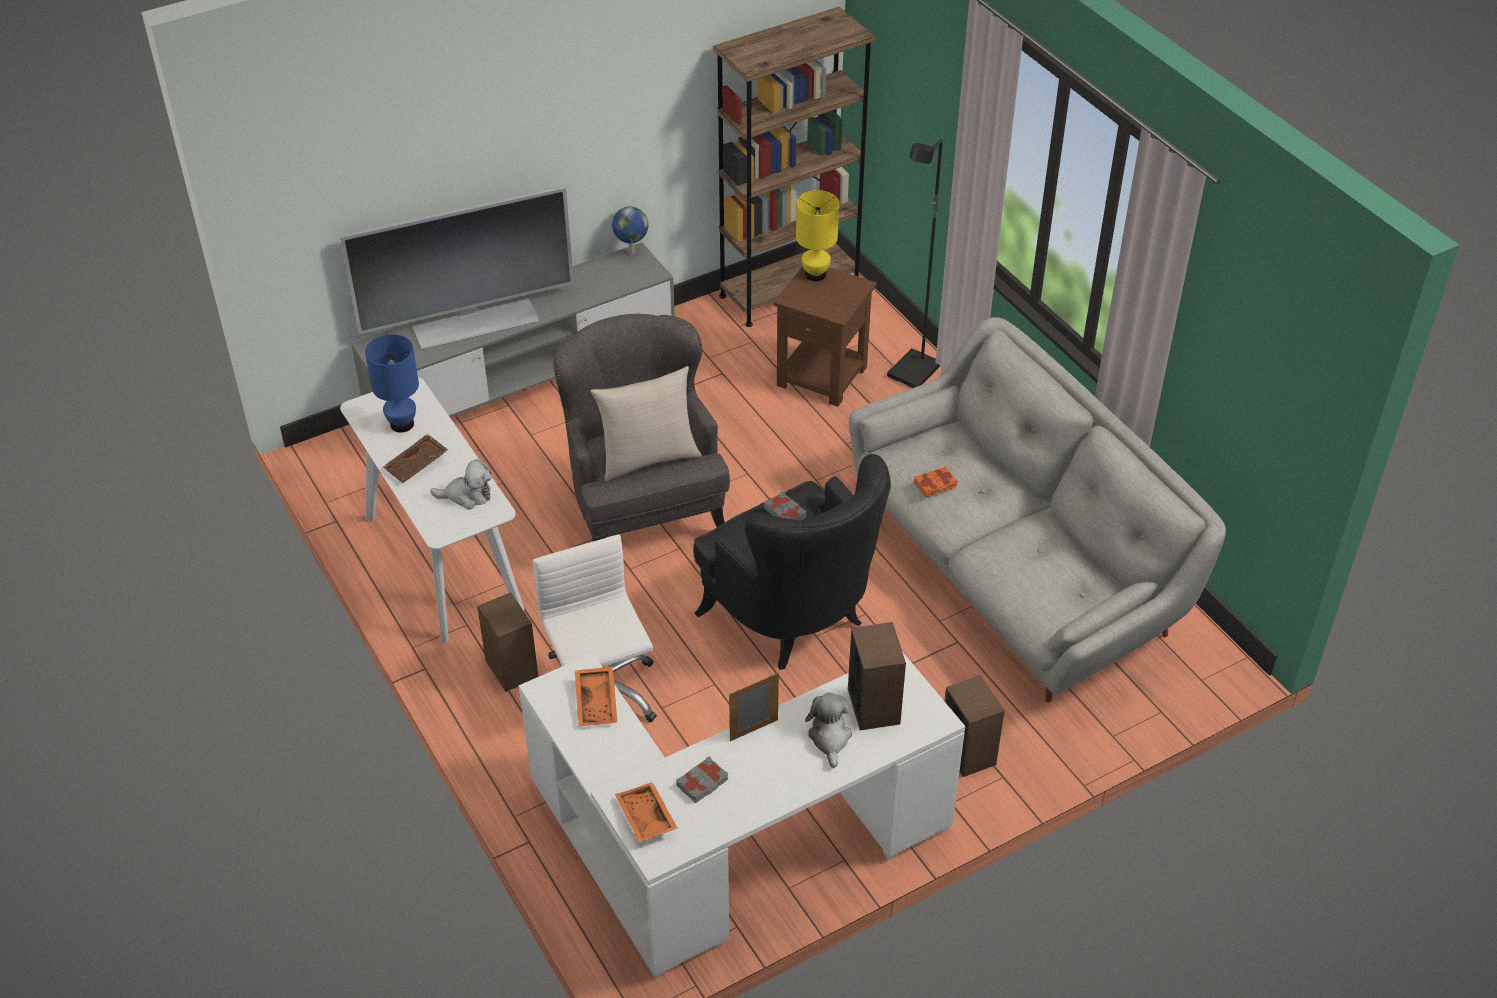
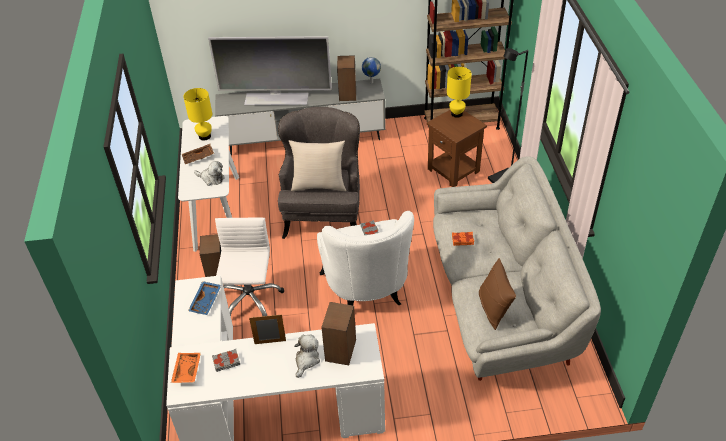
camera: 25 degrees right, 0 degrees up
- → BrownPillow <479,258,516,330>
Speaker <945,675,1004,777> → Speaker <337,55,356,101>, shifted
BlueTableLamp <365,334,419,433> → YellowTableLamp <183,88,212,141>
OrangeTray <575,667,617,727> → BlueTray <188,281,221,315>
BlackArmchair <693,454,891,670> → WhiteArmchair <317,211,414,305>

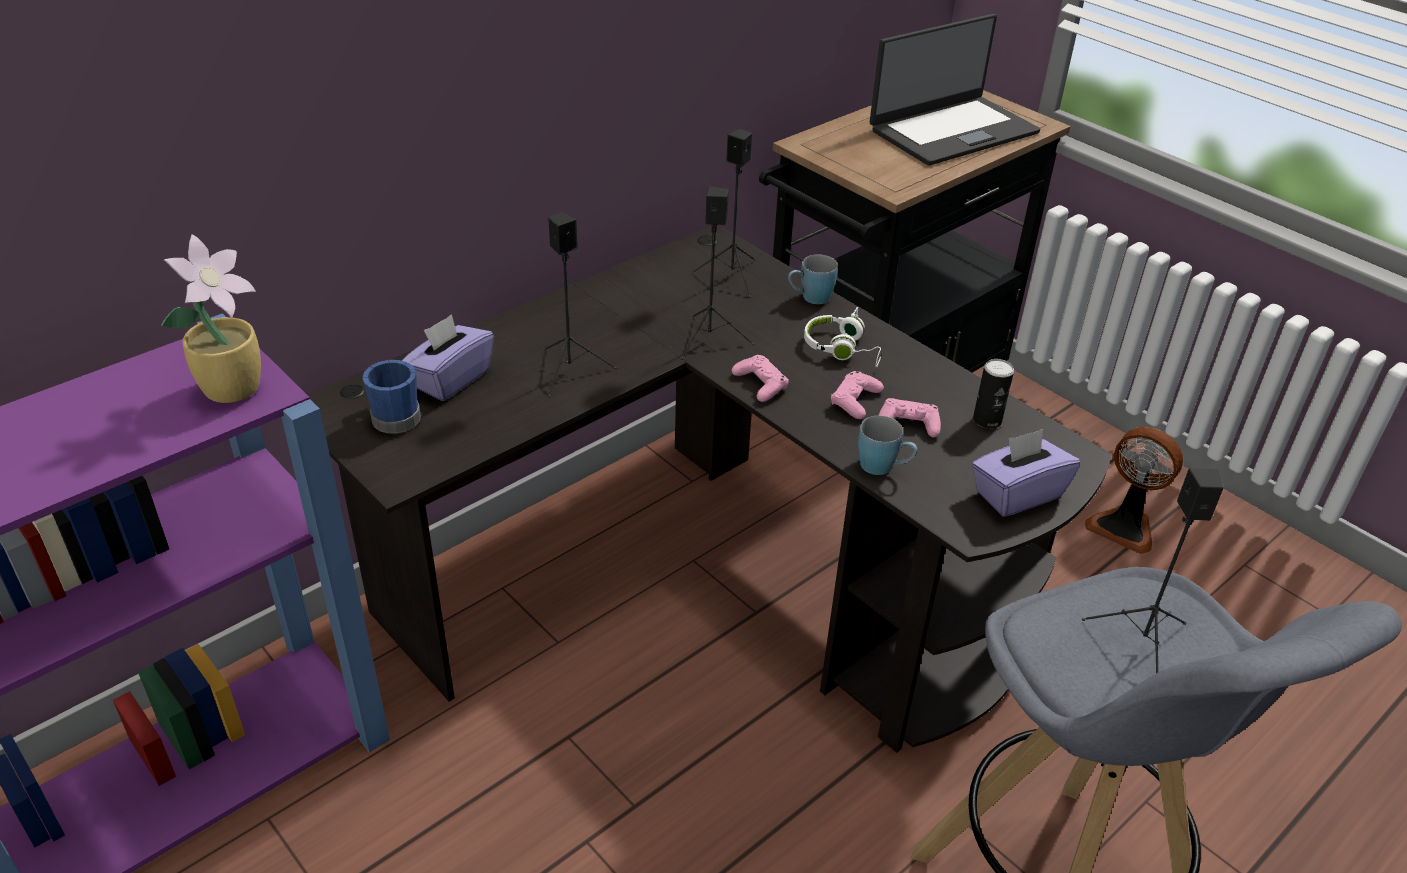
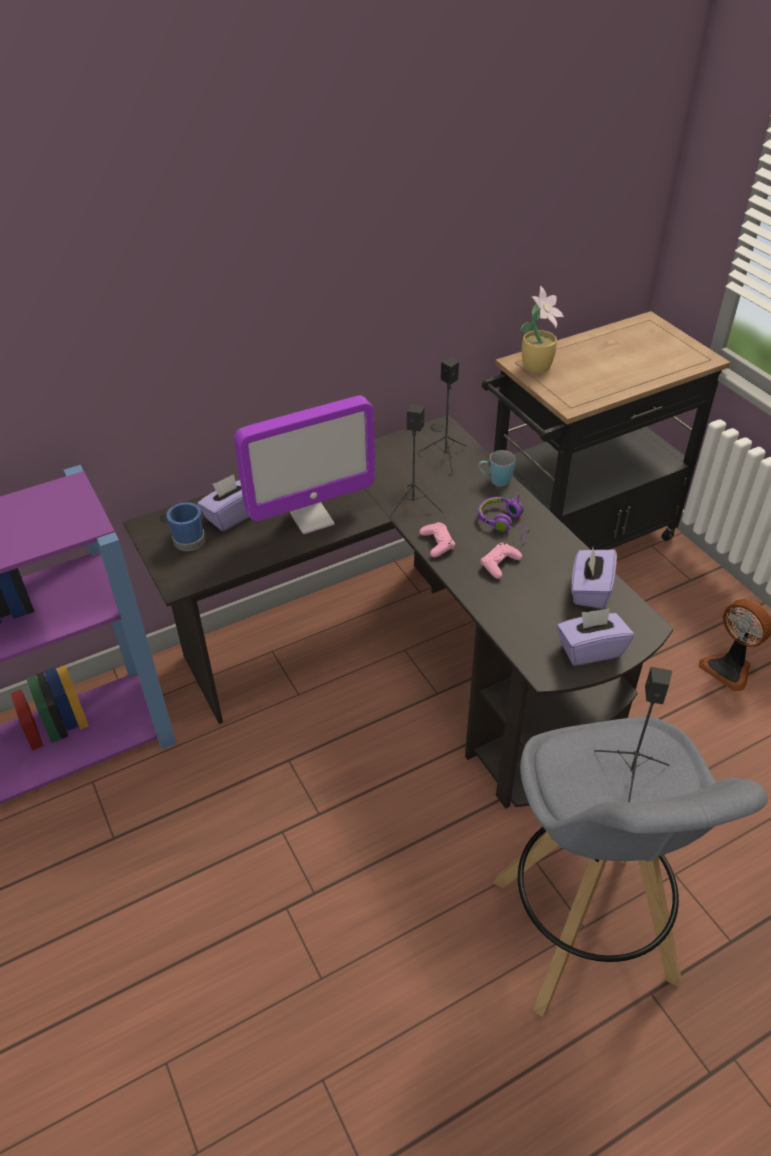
camera: 15 degrees right, 5 degrees up
BlueMug <858,416,918,475> → -
Laptop <870,14,1040,165> → -
PinkGameController <878,398,941,438> → -
PottedPlant <161,234,261,403> → PottedPlant <520,286,564,373>, shifted
BlackSpeaker <543,212,617,398> → Monitor <234,395,375,534>
Can <973,359,1014,429> → PurpleTissueBox <571,548,617,609>
WhiteHeadphones <804,307,883,367> → PurpleHeadphones <478,495,530,541>

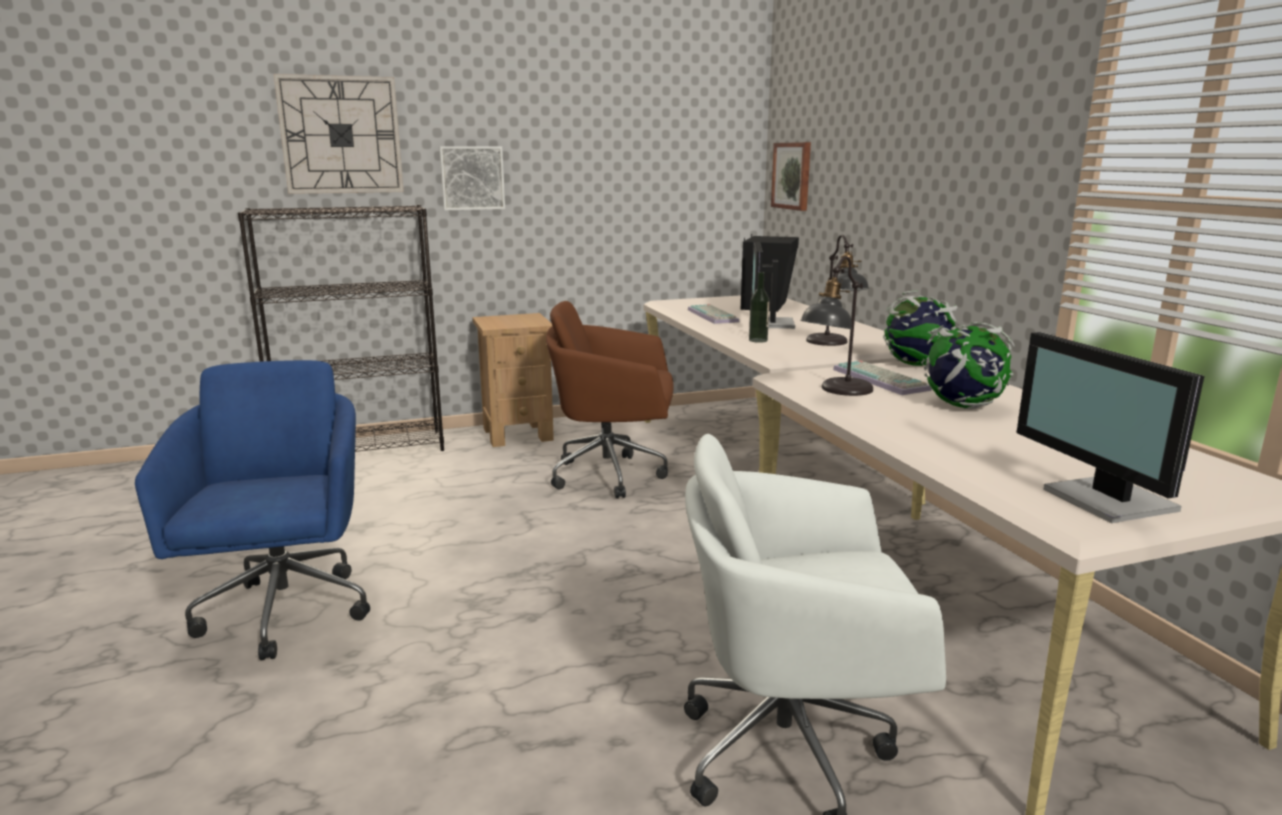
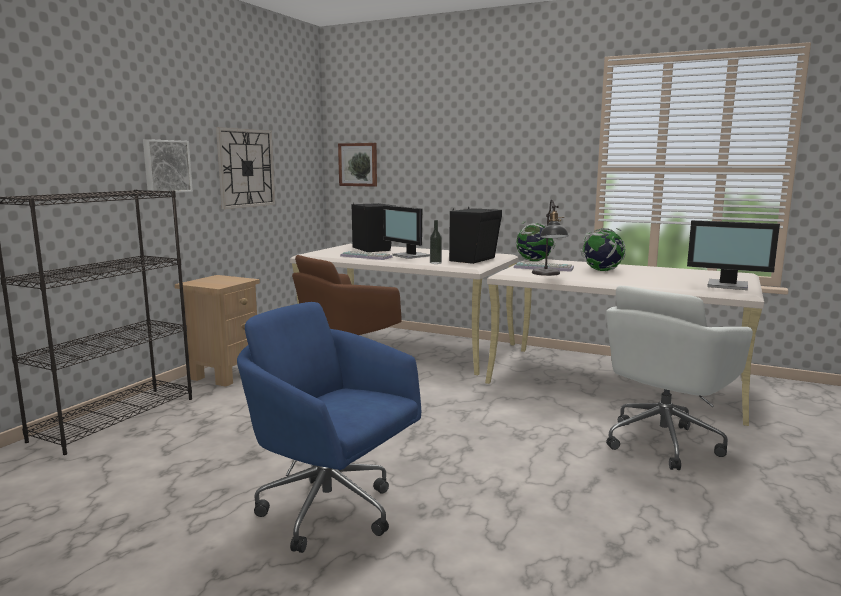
camera: 45 degrees left, 5 degrees down
WallClock <274,74,404,194> → WallClock <216,127,275,209>, shifted
GreyTableLamp <806,235,869,346> → BlackSpeaker <449,207,502,264>

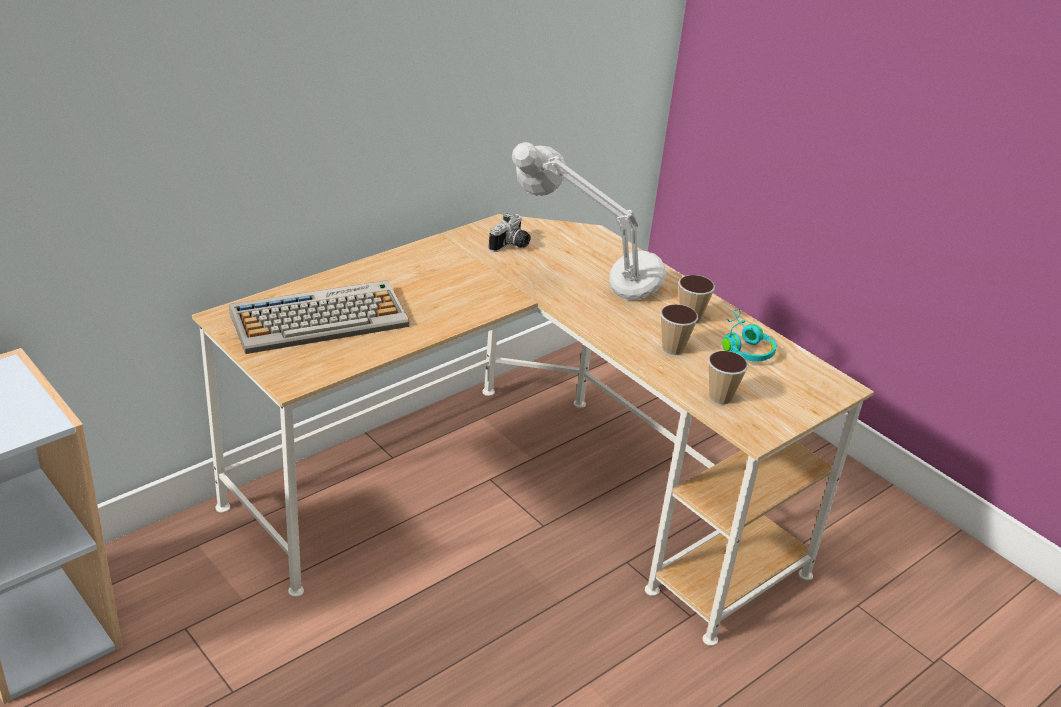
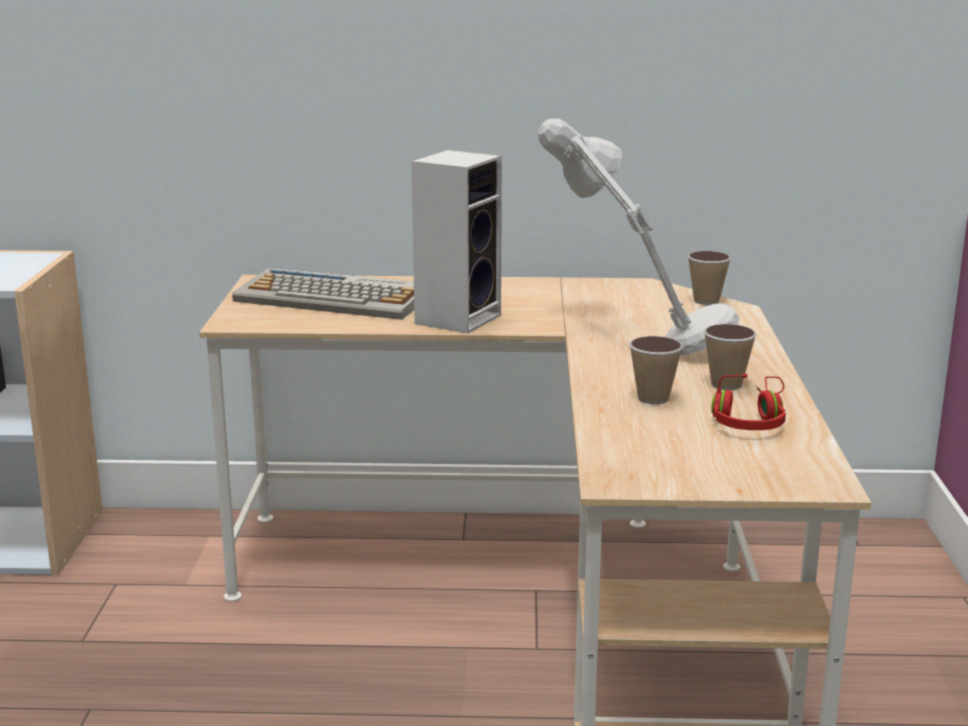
camera: 45 degrees right, 15 degrees down
PhotoCamera <489,213,531,252> → -
- → Speaker <411,150,502,334>
Cup <708,351,748,404> → Cup <688,251,731,305>, shifted
TurquoiseHeadphones <722,309,777,362> → RedHeadphones <711,373,786,430>

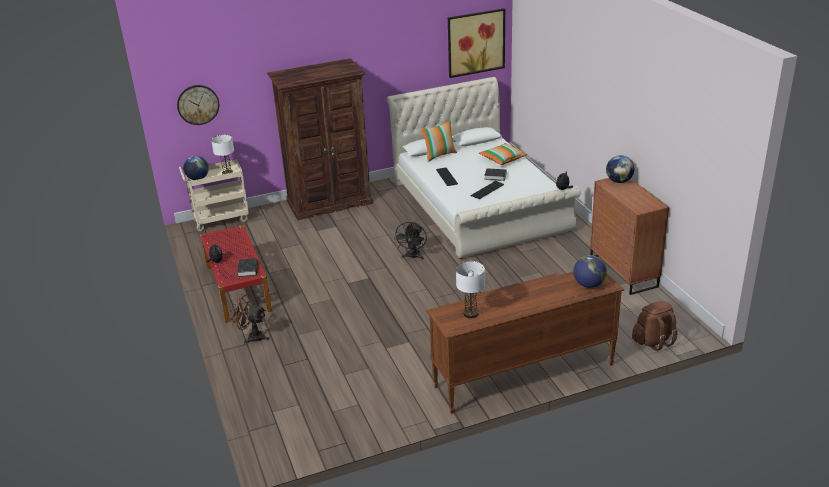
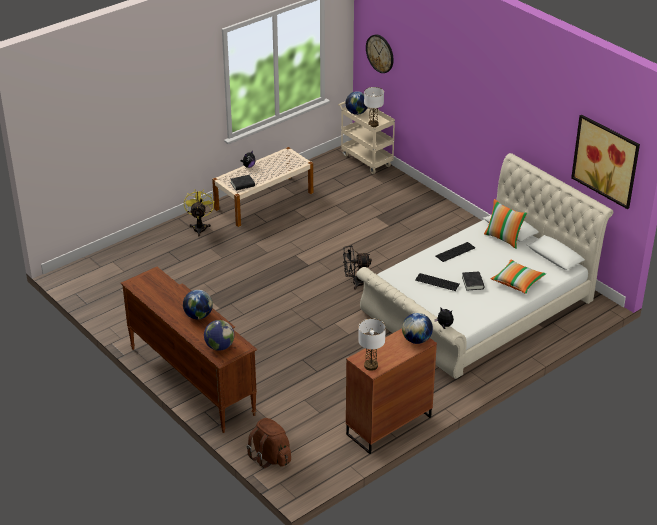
camera: 70 degrees right, 5 degrees up
BrownWardrobe <267,58,373,220> → -
- → Globe <183,290,213,319>
TableLamp <456,261,485,318> → TableLamp <358,318,386,371>, shifted
RedBench <200,225,272,323> → BeigeBench <212,147,313,227>
BrownFan <229,294,269,344> → YellowFan <184,189,214,236>

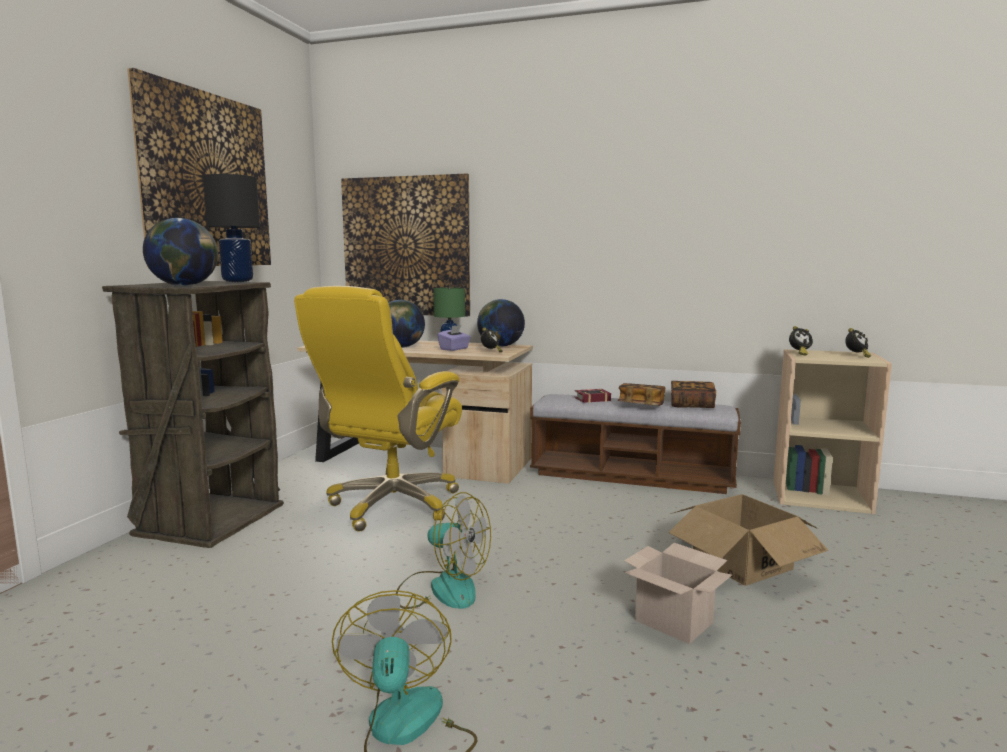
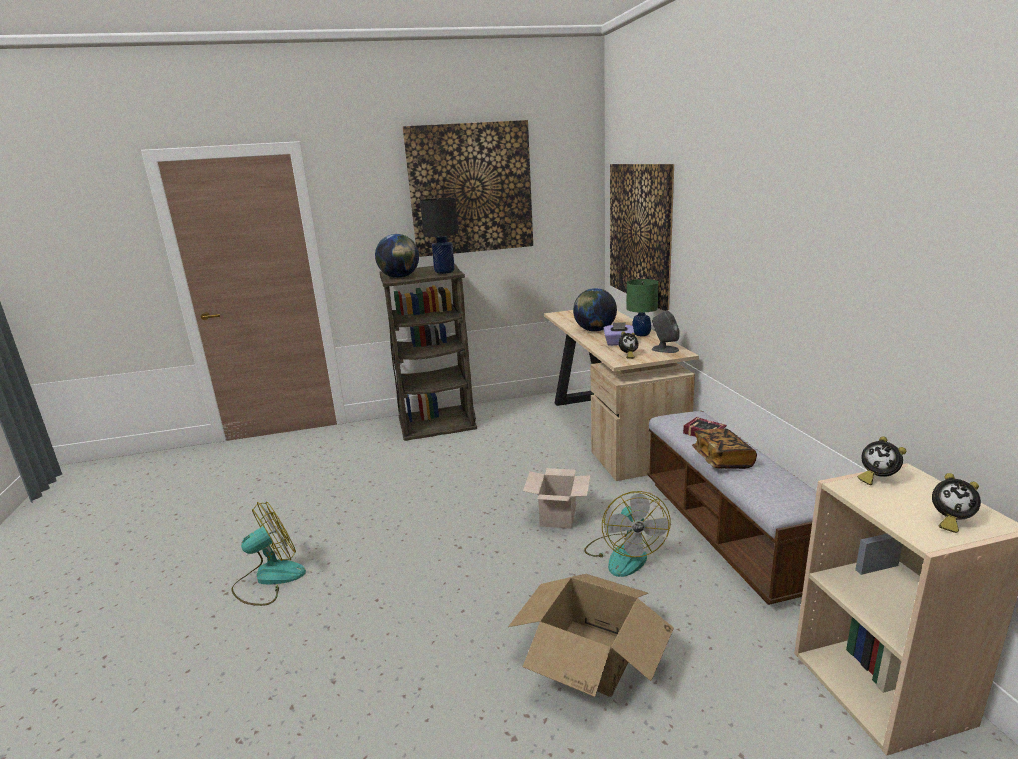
camera: 60 degrees right, 10 degrees up
YellowOfficeChair <294,286,462,532> → -
Book <671,381,716,408> → -
Fan <396,492,491,609> → Fan <584,491,670,577>, shifted
CardboardBox <624,543,732,644> → CardboardBox <523,468,590,529>, shifted
Globe <477,299,525,347> → GreySpeaker <652,310,680,353>

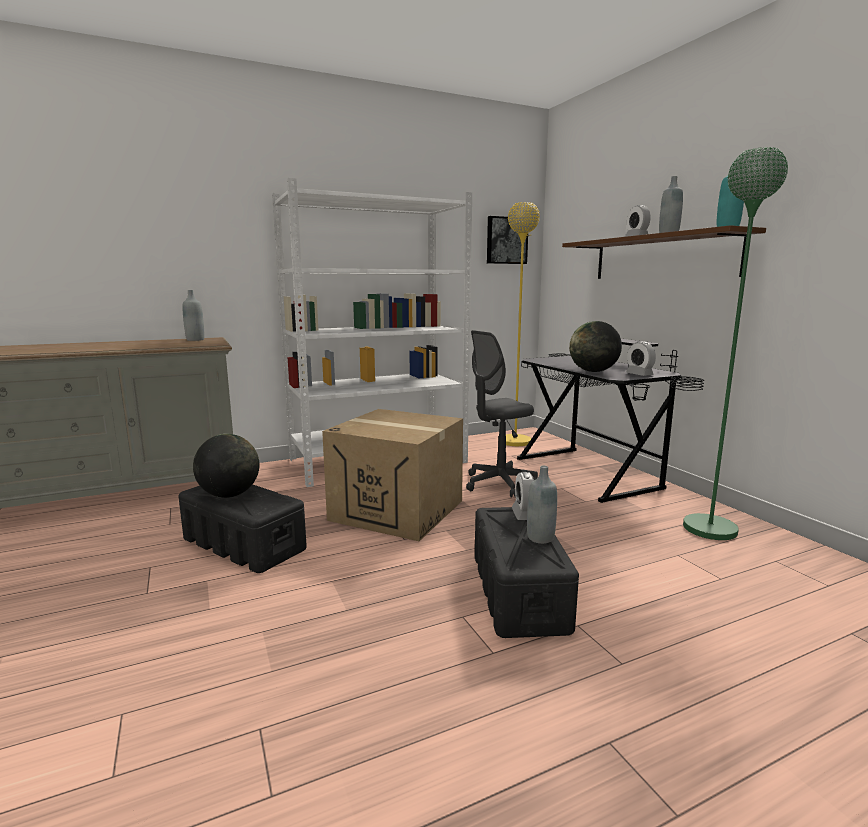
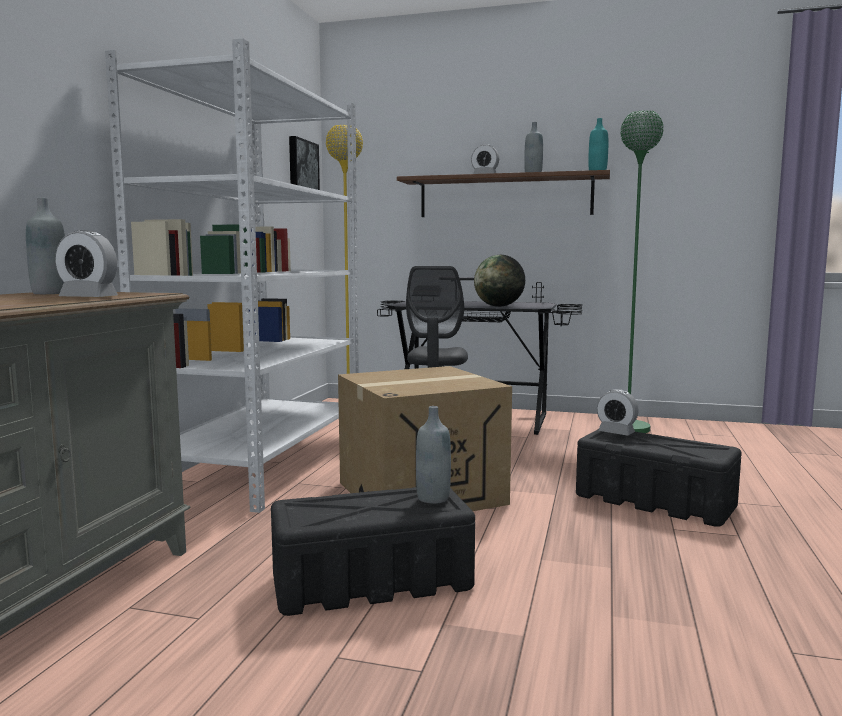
camera: 50 degrees left, 5 degrees down
Globe <193,434,259,498> → -
GreyBottle <527,465,557,544> → GreyBottle <416,406,451,503>, shifted
AlarmClock <626,341,656,376> → AlarmClock <55,230,118,297>, shifted

